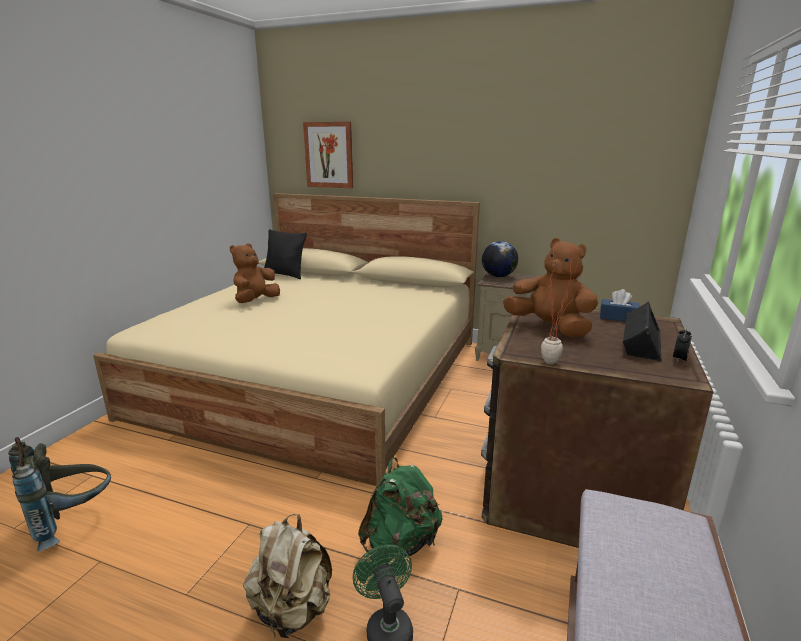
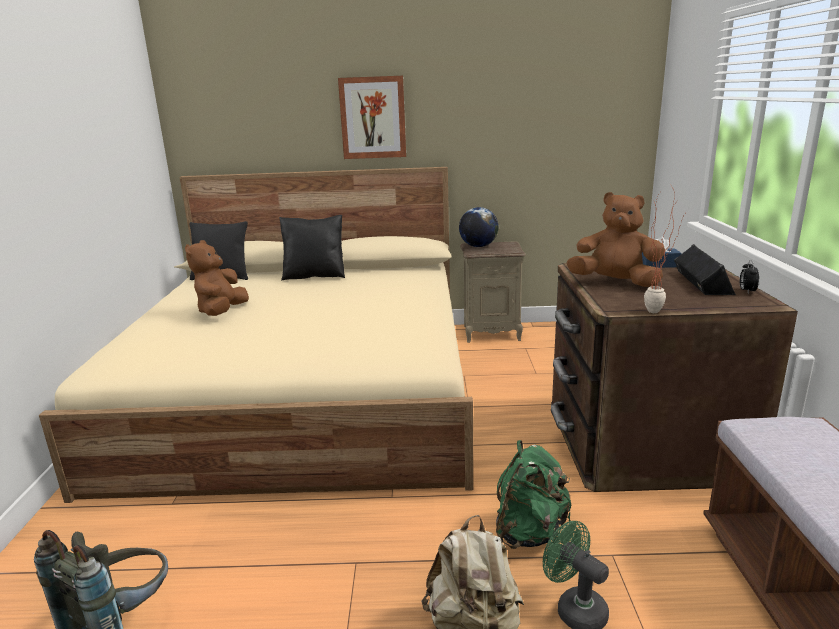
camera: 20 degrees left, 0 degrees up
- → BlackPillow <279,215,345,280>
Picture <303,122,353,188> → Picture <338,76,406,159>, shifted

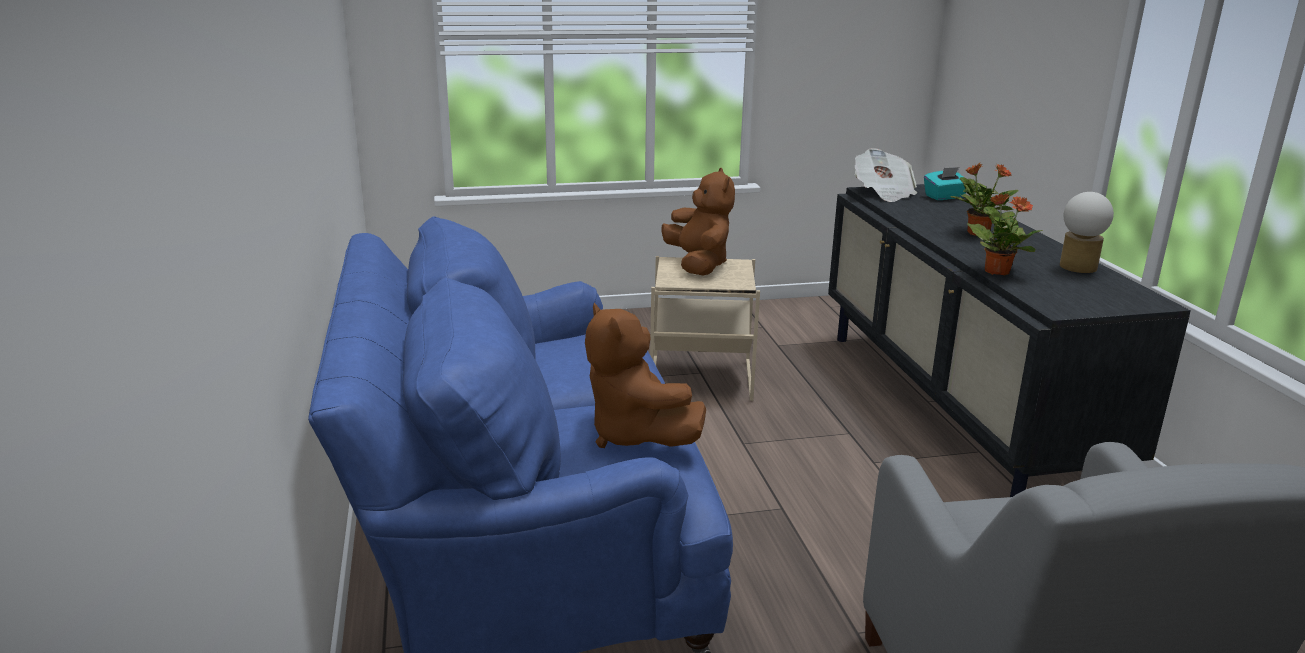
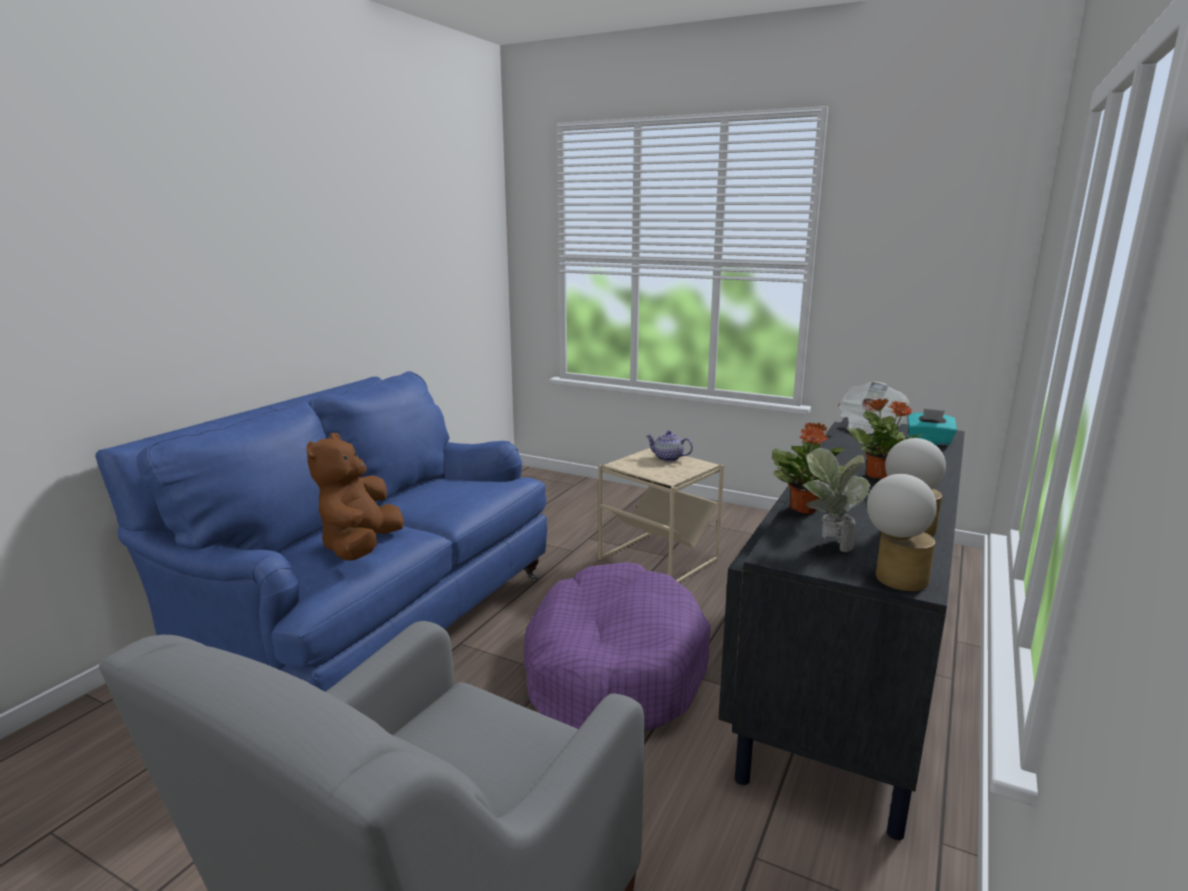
camera: 40 degrees right, 5 degrees down
- → PurpleDogBed <524,562,711,731>
- → PottedPlant <802,448,871,552>
- → TableLamp <867,474,937,591>
BrownPlushToy <661,168,735,276> → Teapot <646,431,693,462>

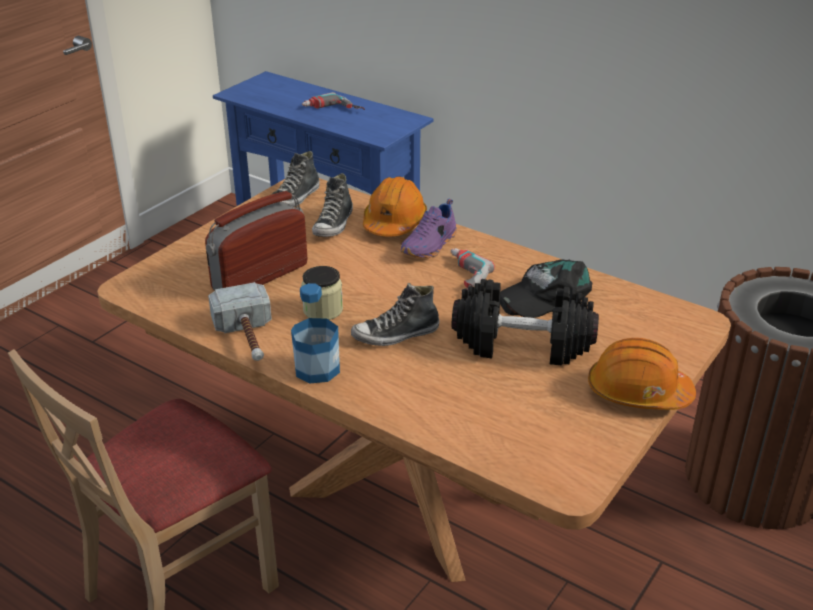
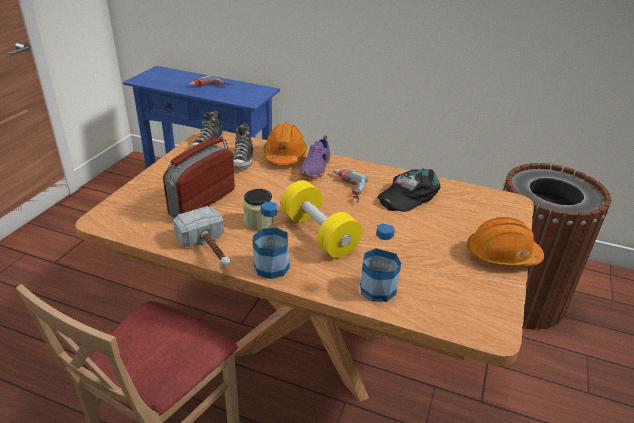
camera: 15 degrees left, 0 degrees up
BlackDumbbell <452,279,599,365> → -
- → Bottle <360,223,401,302>
Shoe <351,283,440,346> → YellowDumbbell <281,180,362,258>

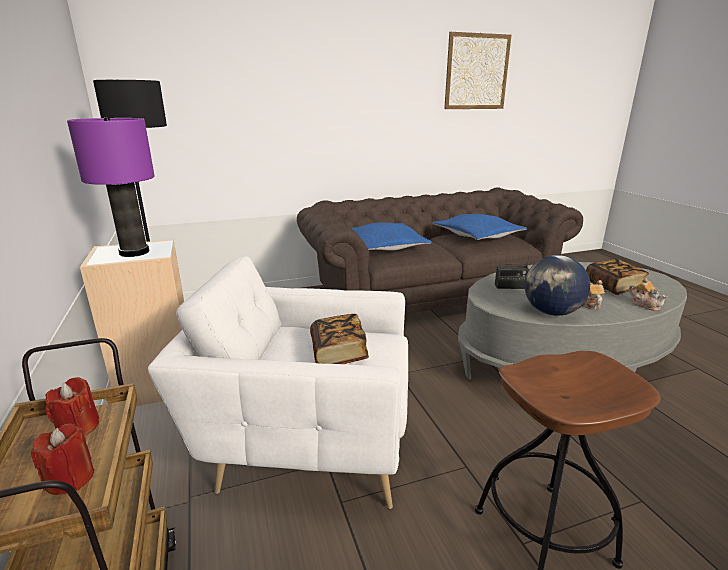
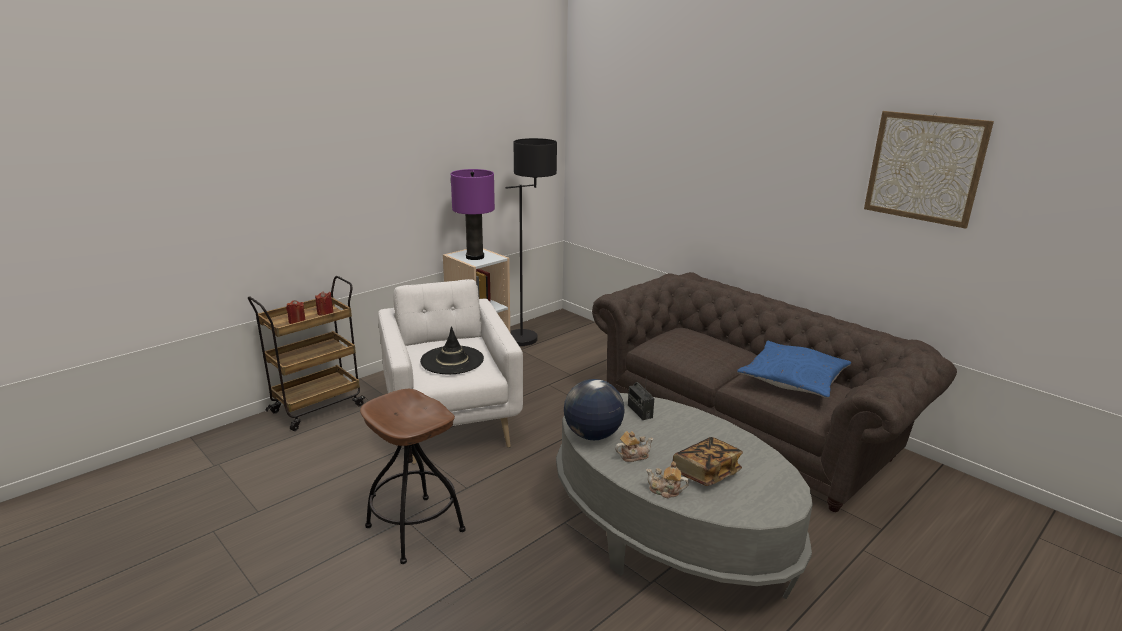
camera: 65 degrees right, 0 degrees up
BluePillow <351,223,432,251> → -
Book <310,314,369,364> → BlackHat <420,326,484,374>
Teapot <629,278,668,311> → Teapot <646,461,689,498>, 75 degrees clockwise

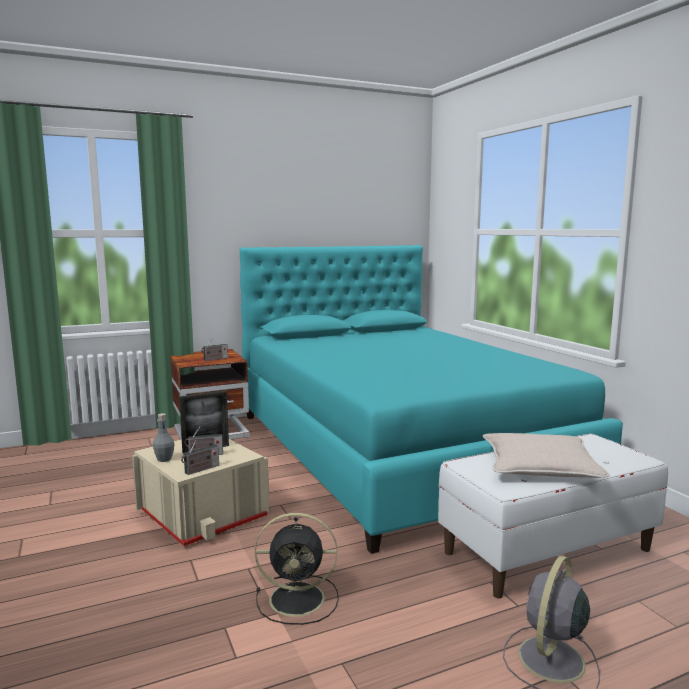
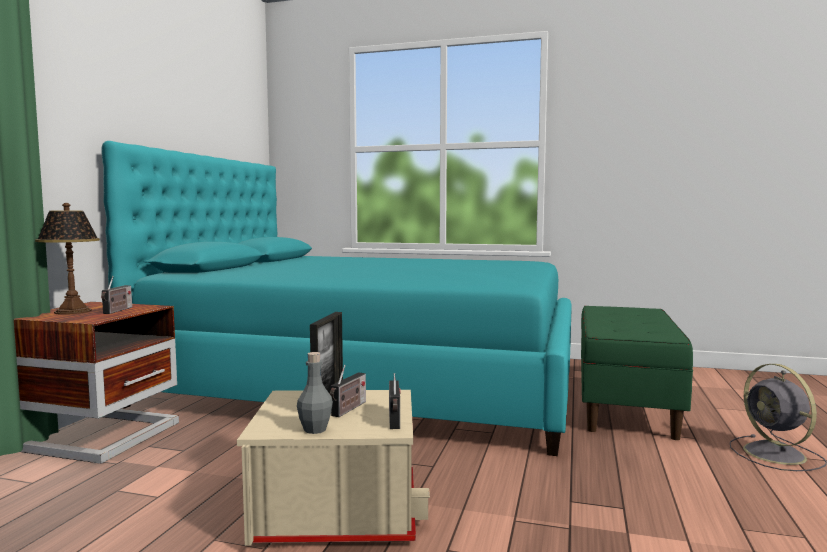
camera: 50 degrees left, 5 degrees down
BlackFan <255,513,339,625> → -
BeigePillow <483,433,610,478> → -
- → TableLamp <35,203,100,315>
WhiteBench <438,434,668,599> → GreenBench <581,306,693,440>

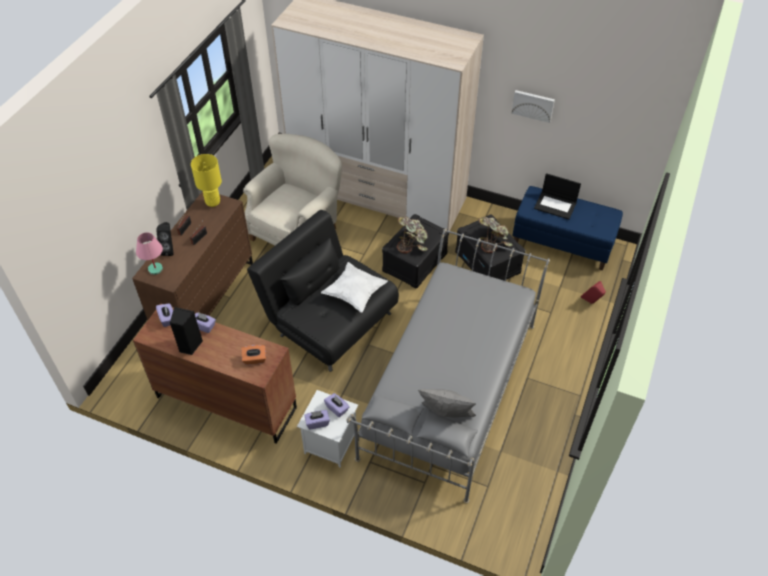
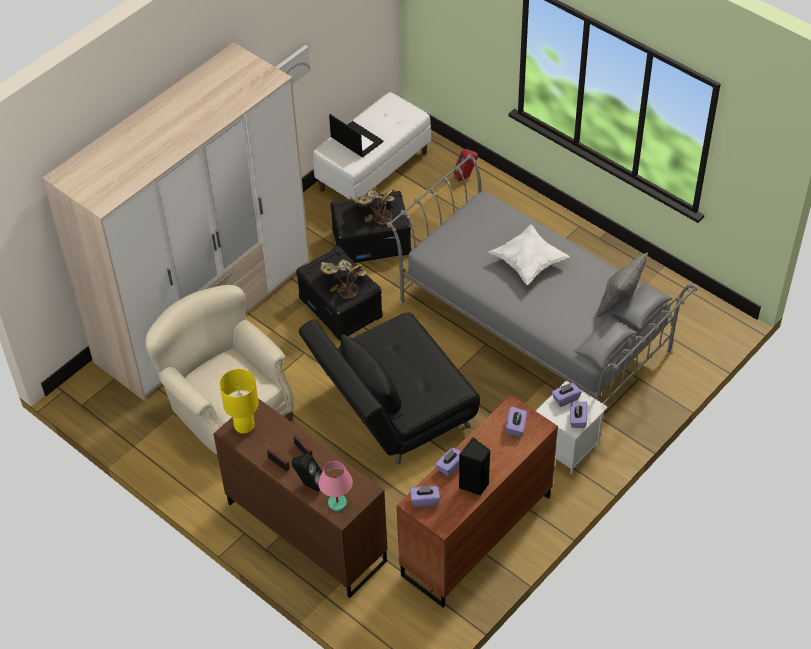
camera: 70 degrees left, 0 degrees up
WhitePillow <321,262,388,313> → WhitePillow <489,225,570,285>, shifted
OrangeTissueBox <241,345,266,365> → PurpleTissueBox <506,406,527,436>
BlueBench <512,186,623,270> → WhiteBench <313,92,431,199>
Laptop <534,173,581,220> → Laptop <329,114,384,157>, 90 degrees counterclockwise

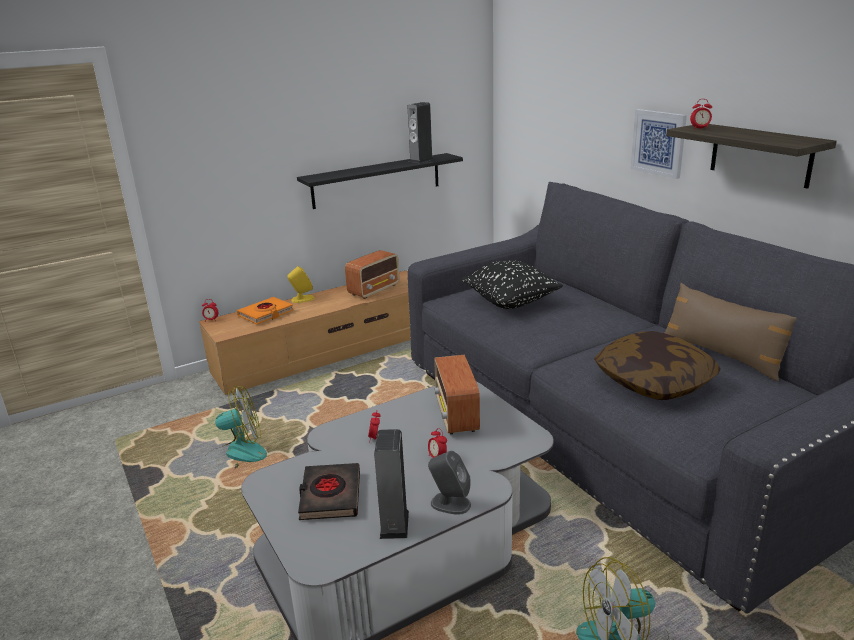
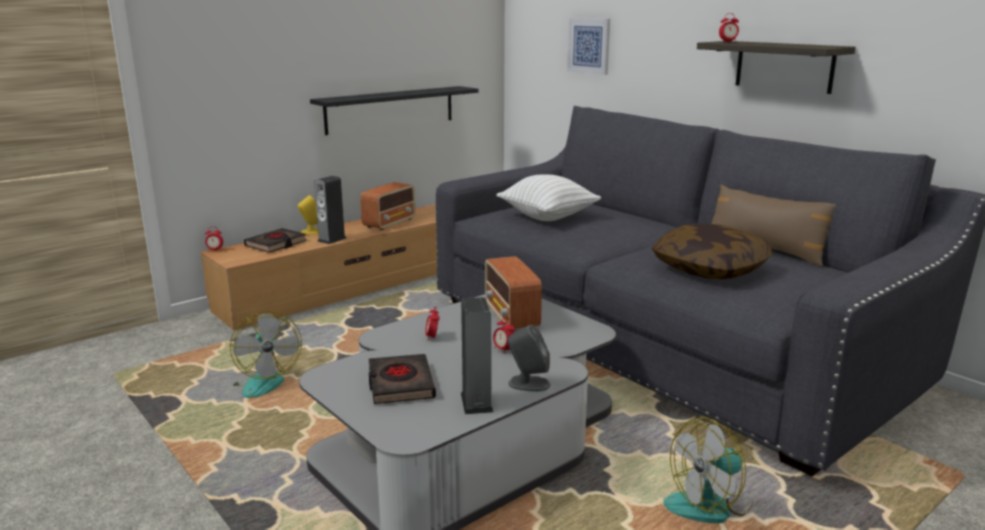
camera: 10 degrees left, 5 degrees down
Speaker <408,102,434,163> → Speaker <314,176,346,244>, shifted
Picture <631,109,687,179> → Picture <567,18,610,75>, shifted
OrangeBook <237,297,293,324> → BlackBook <244,228,306,253>
BlackPillow <461,260,563,309> → WhitePillow <496,175,601,221>
Fan <208,385,267,469> → Fan <230,311,302,398>, 90 degrees clockwise

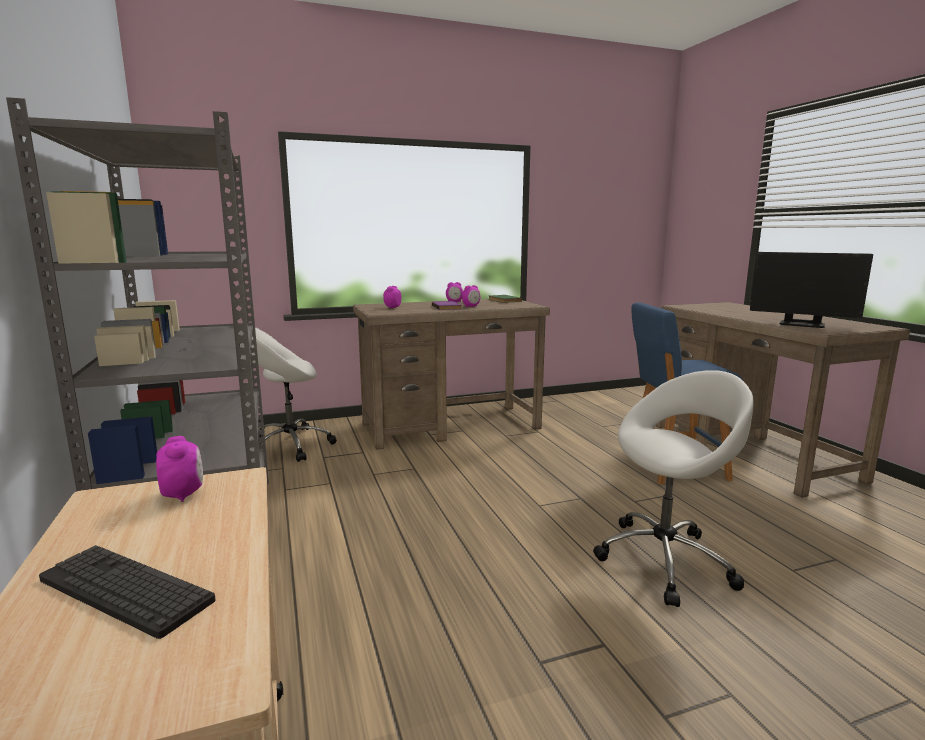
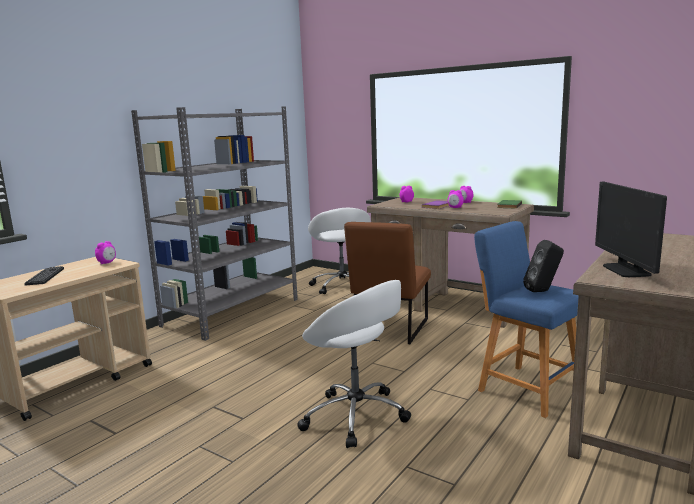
camera: 55 degrees right, 0 degrees up
- → BrownChair <344,222,431,344>
- → BlackSpeaker <523,240,564,292>
WhiteOfficeChair <251,327,337,462> → WhiteOfficeChair <308,208,371,294>, 135 degrees counterclockwise

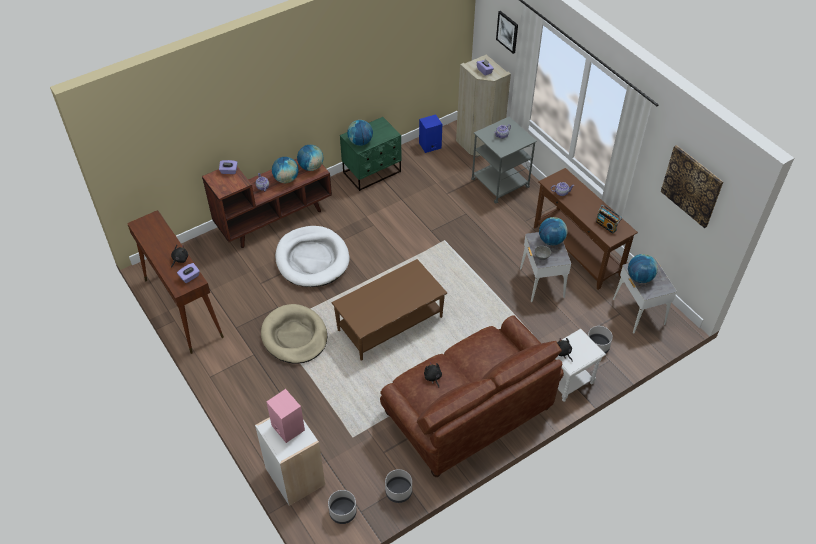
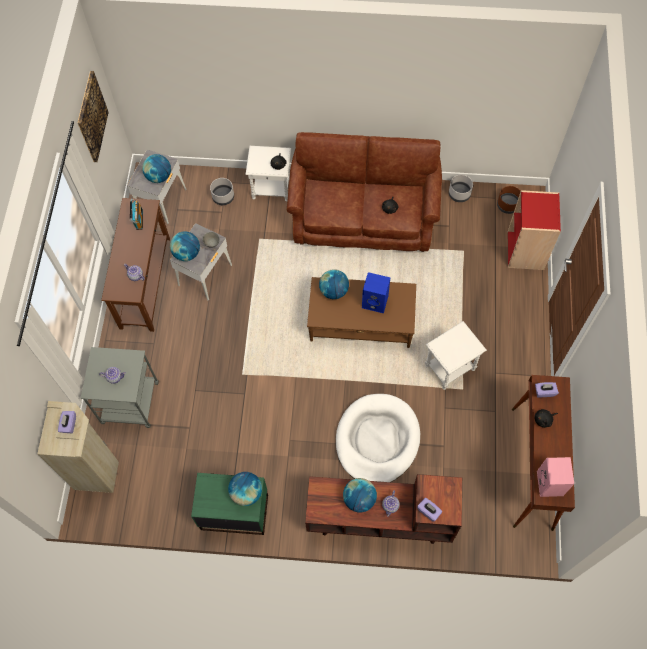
camera: 140 degrees left, 15 degrees up
Picture <496,11,518,54> → -
PinkSpeaker <266,389,305,443> → PinkSpeaker <537,457,574,497>, shifted
Globe <297,145,324,171> → Globe <319,269,349,299>, shifted
BlueSpeaker <419,115,442,153> → BlueSpeaker <362,272,390,313>, shifted
BeigeDogBed <261,304,327,364> → WhiteSideTable <425,321,487,390>
WhiteBookcase <255,417,325,506> → RedBookcase <508,190,561,270>
GreyPlanter <328,490,357,524> → BrownPlanter <497,186,521,214>

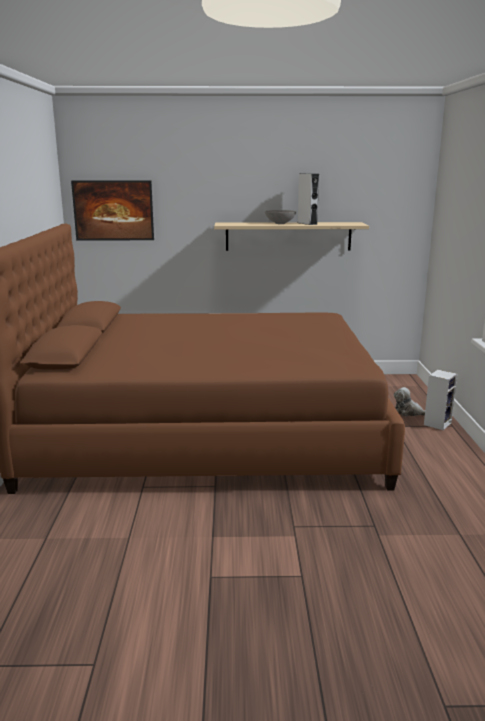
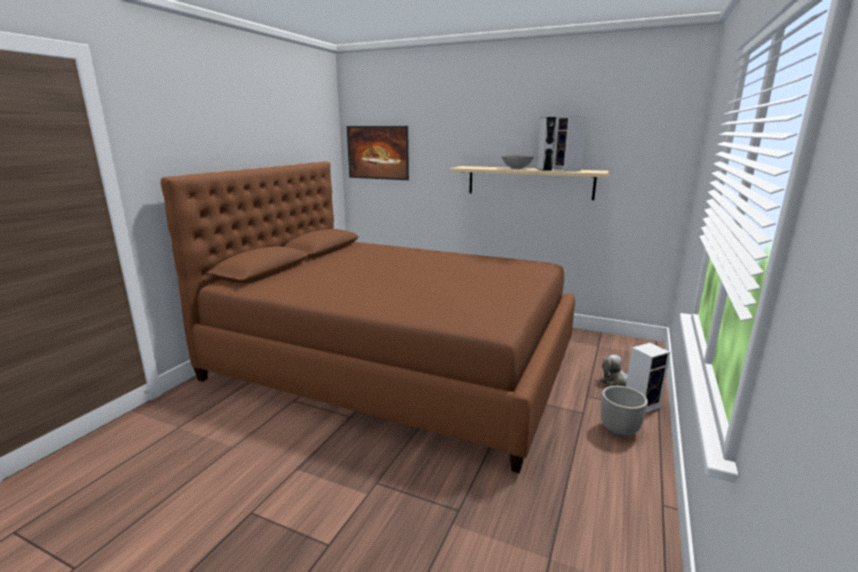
camera: 25 degrees right, 0 degrees up
- → Speaker <553,117,586,171>
- → Planter <601,386,648,437>

